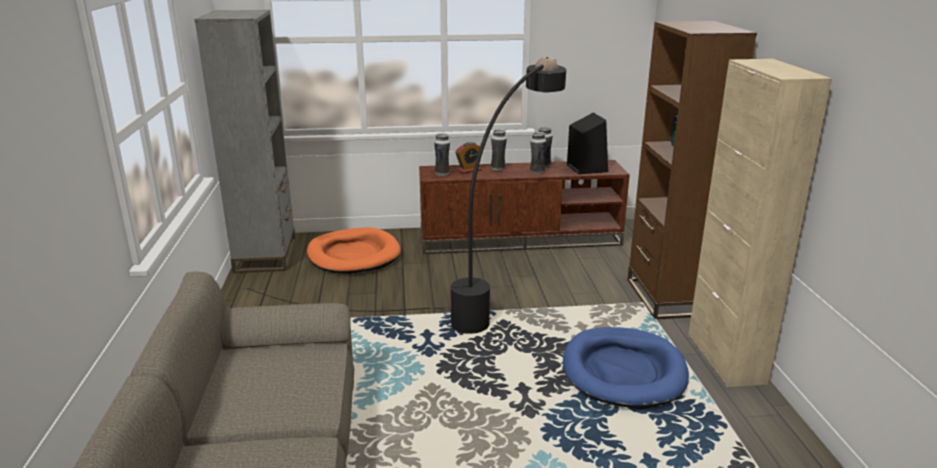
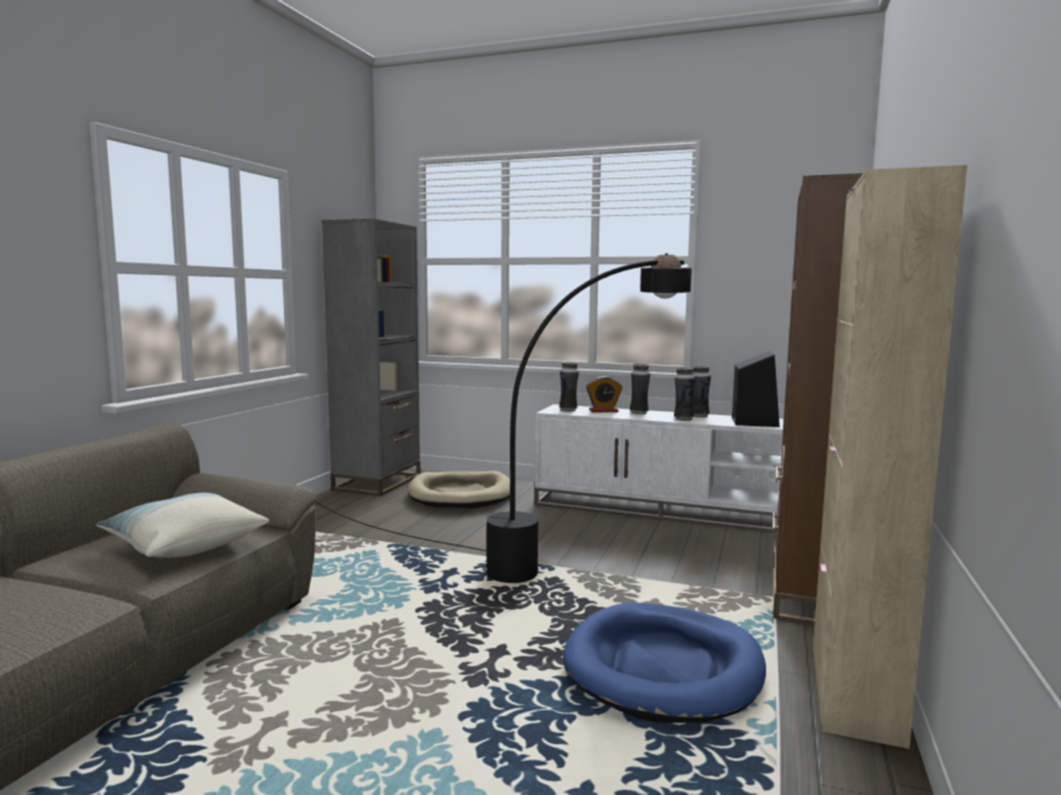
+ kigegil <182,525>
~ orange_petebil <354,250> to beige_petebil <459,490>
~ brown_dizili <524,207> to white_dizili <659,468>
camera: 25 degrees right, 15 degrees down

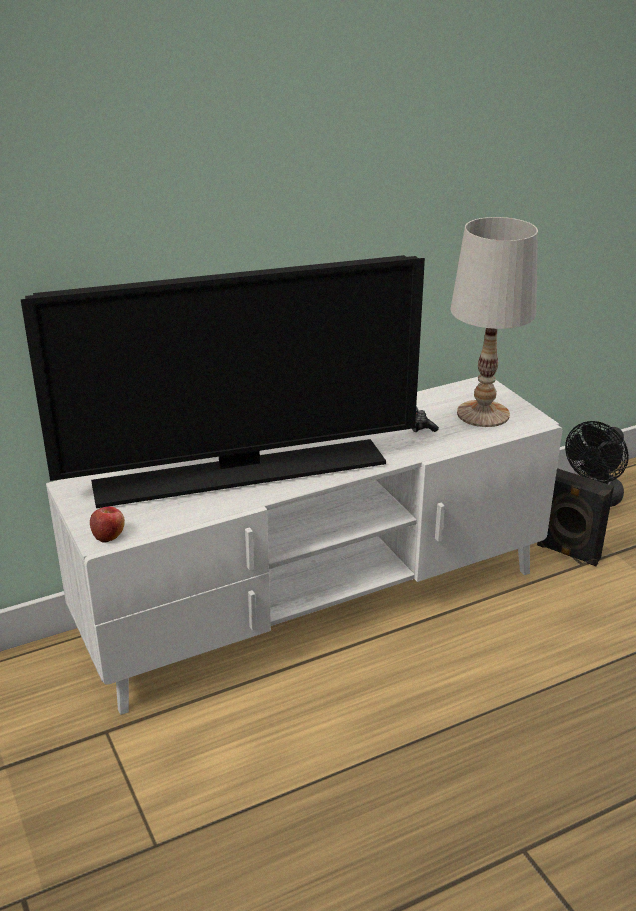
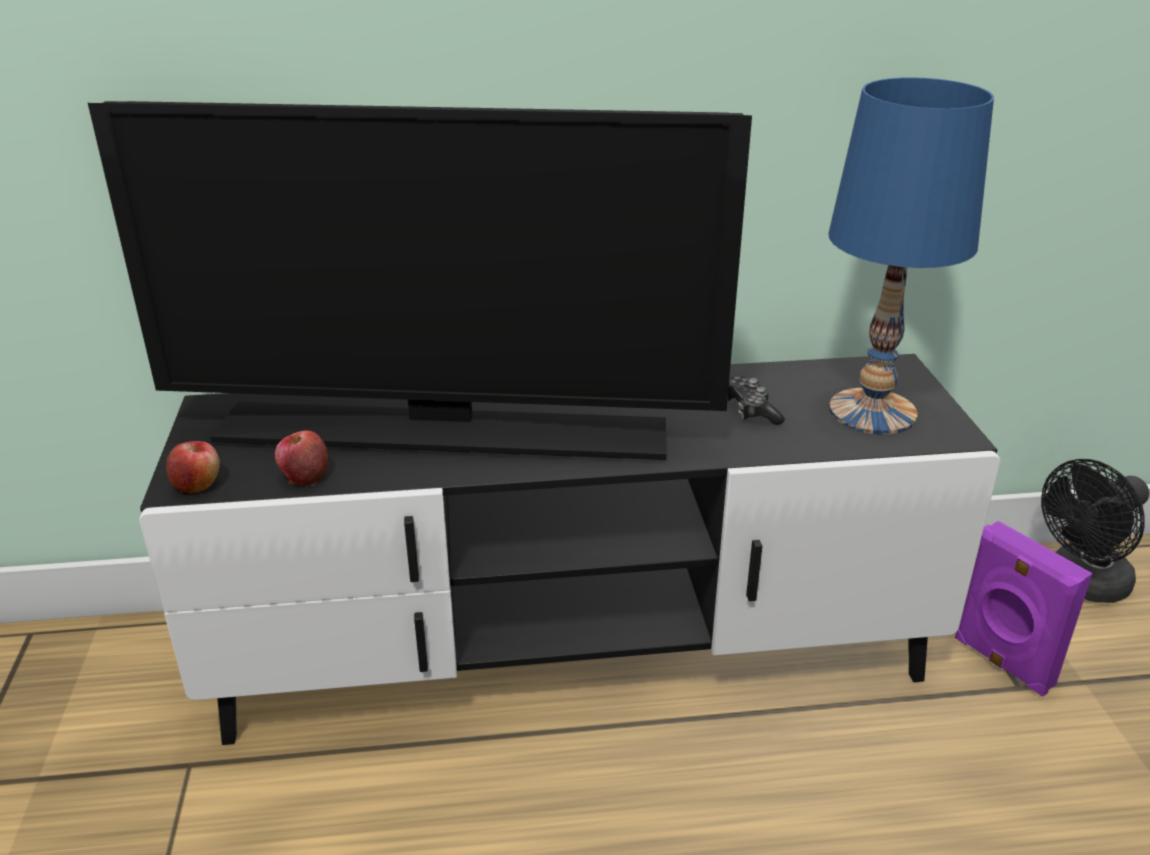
+ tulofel <301,458>
~ white_dizili <304,546> to black_dizili <569,549>
~ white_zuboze <494,322> to blue_zuboze <911,255>
~ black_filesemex <575,517> to purple_filesemex <1024,609>
camera: 20 degrees right, 0 degrees up

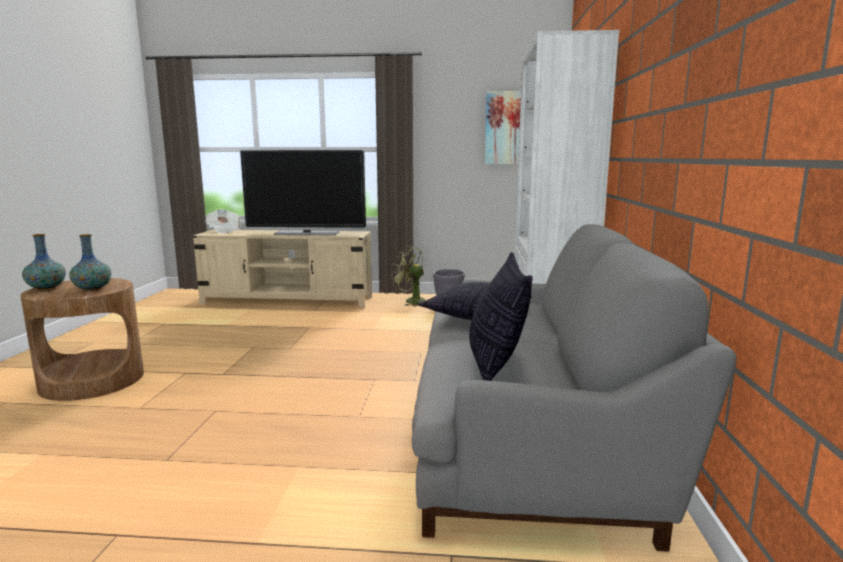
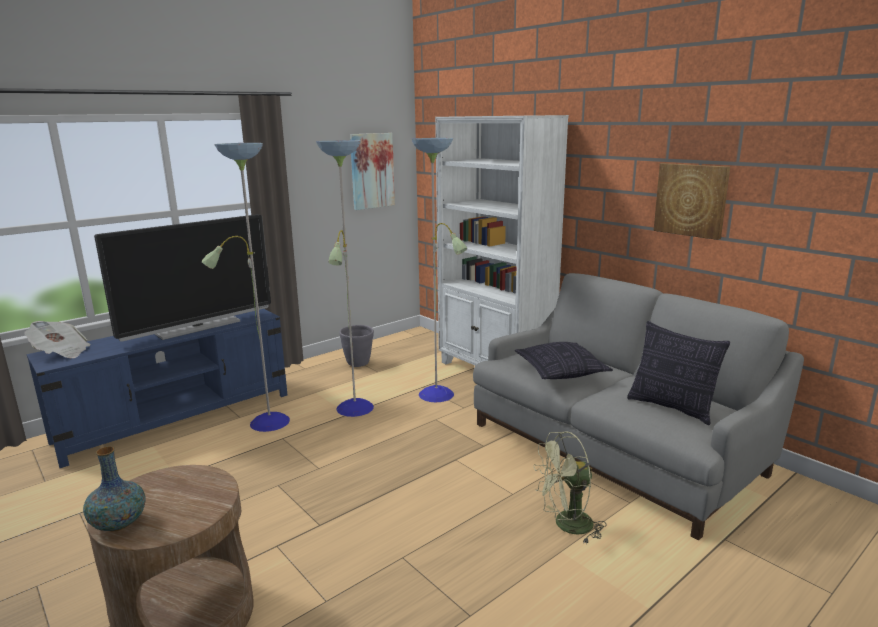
- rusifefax <90,262>
+ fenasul <334,285>
+ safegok <691,201>
~ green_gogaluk <408,276> to <570,488>
~ beige_dizili <282,269> to blue_dizili <157,388>
camera: 45 degrees left, 5 degrees up

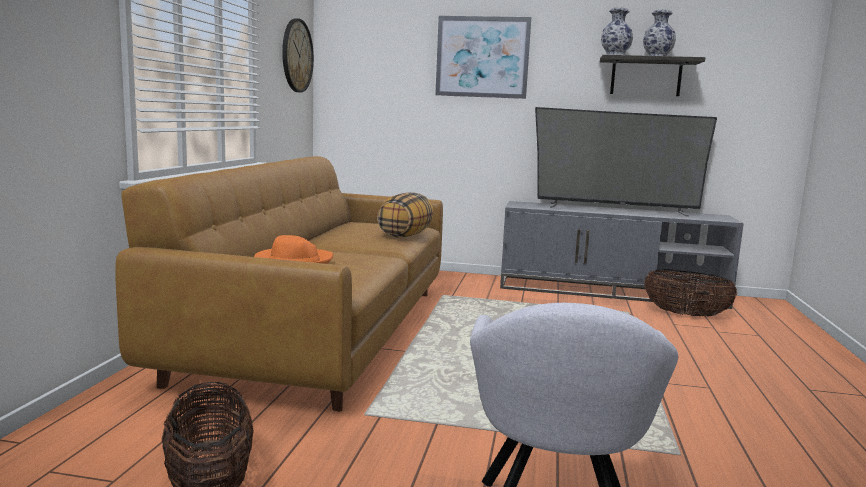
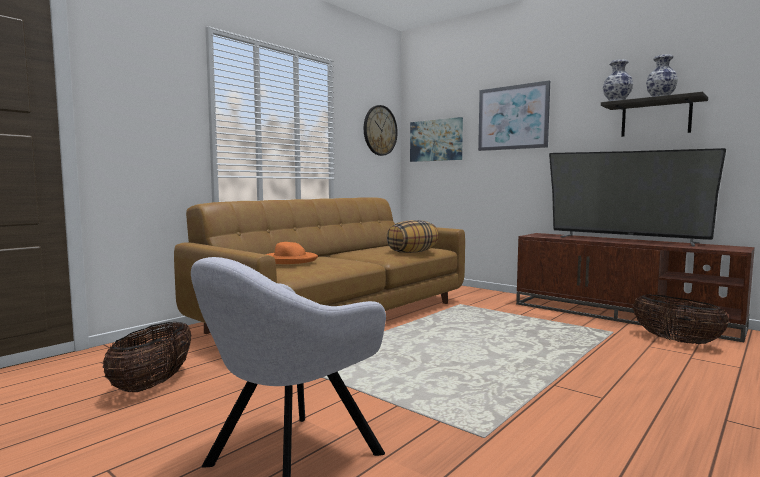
+ safegok <436,139>
~ grey_dizili <622,255> to brown_dizili <635,287>
camera: 30 degrees right, 5 degrees down

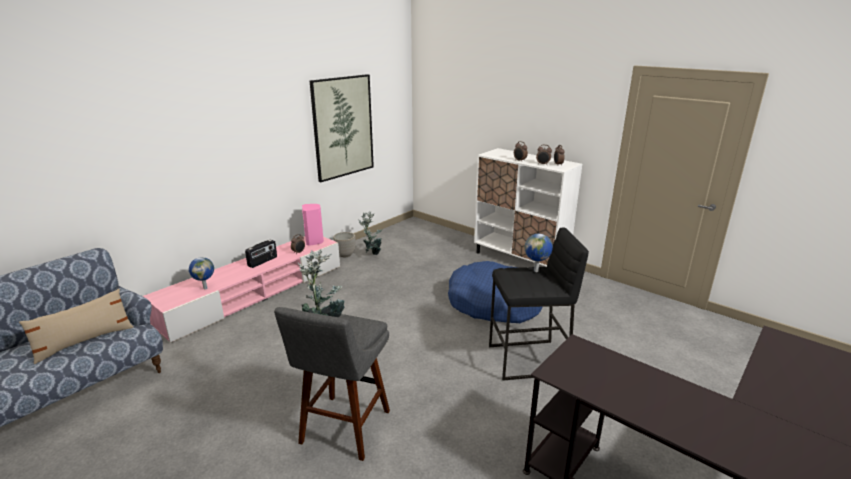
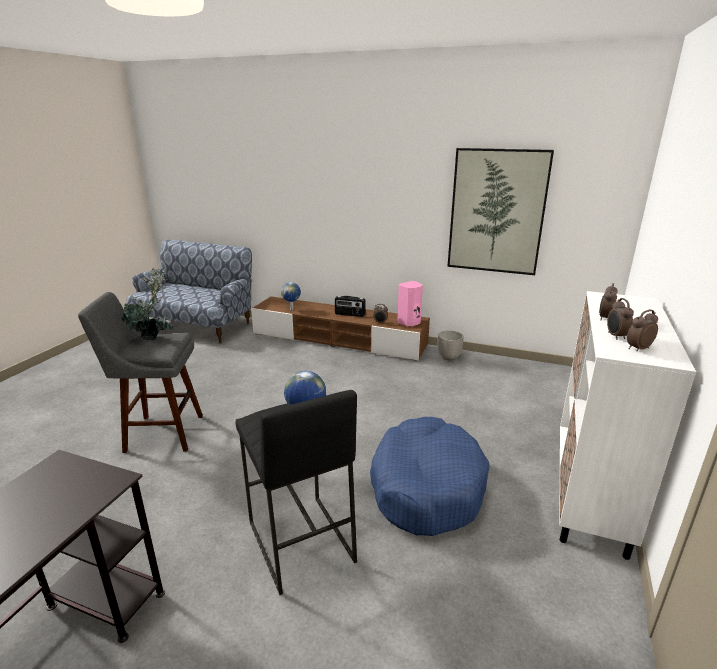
- beige_kigegil <76,326>
- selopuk <370,233>
~ pink_dizili <241,289> to brown_dizili <340,328>
camera: 70 degrees right, 0 degrees up

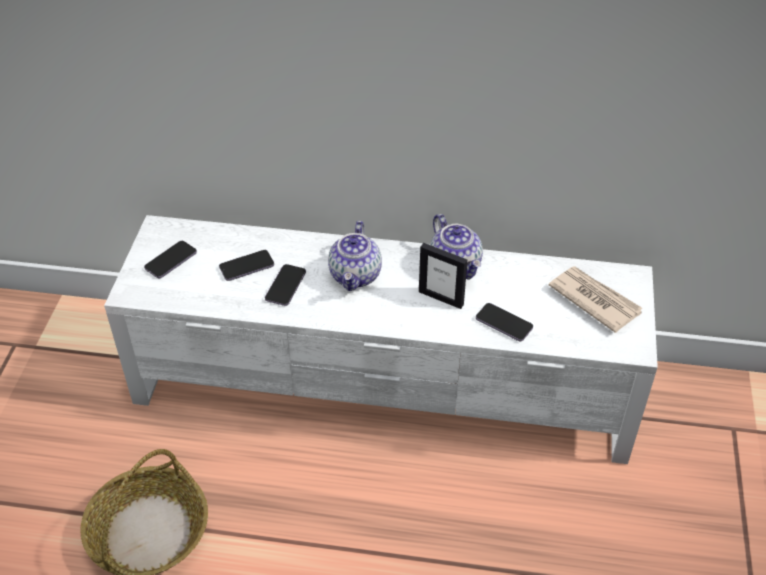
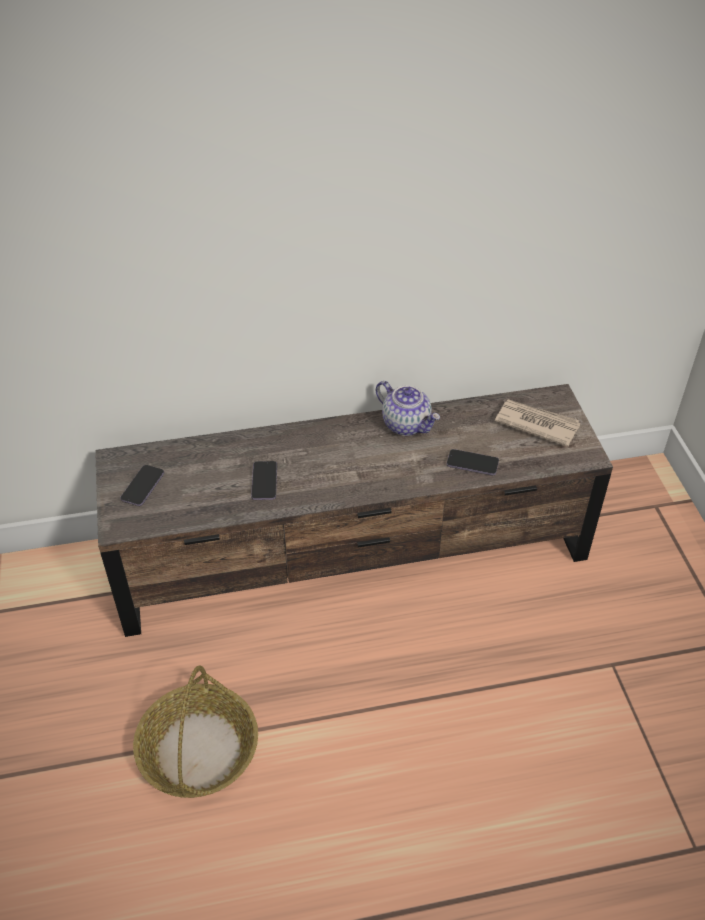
- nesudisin <246,265>
- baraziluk <355,256>
- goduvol <443,276>
~ white_dizili <381,339> to brown_dizili <354,510>
camera: 20 degrees left, 0 degrees up

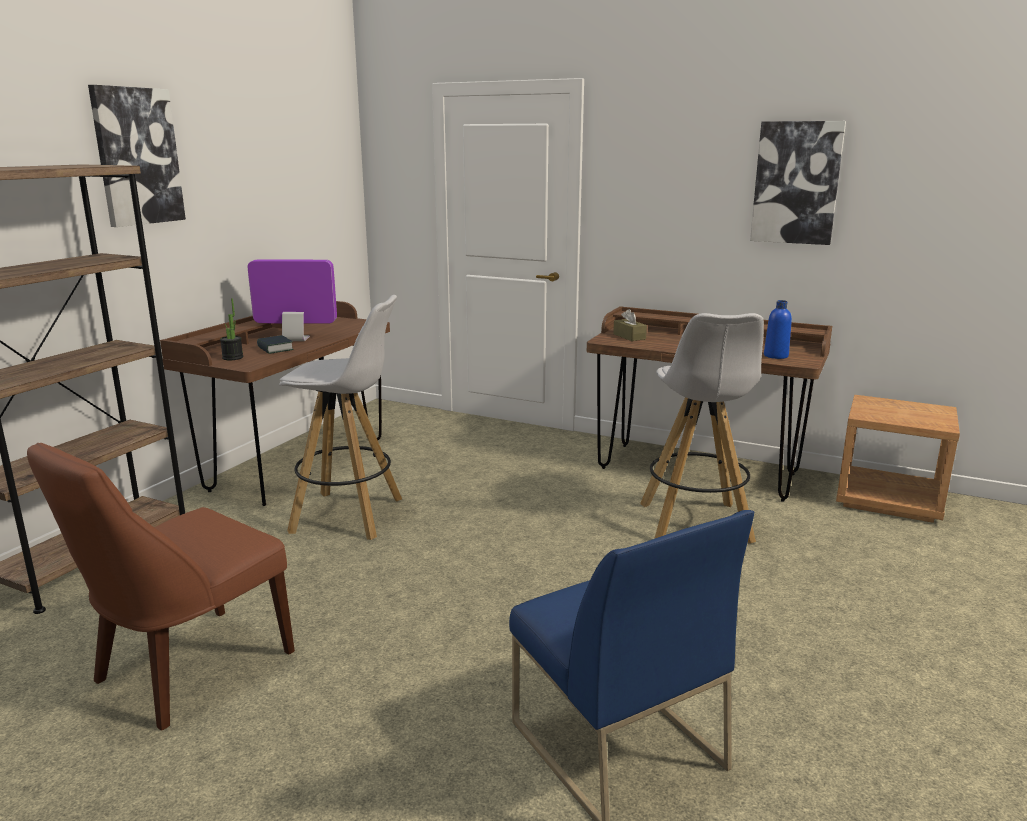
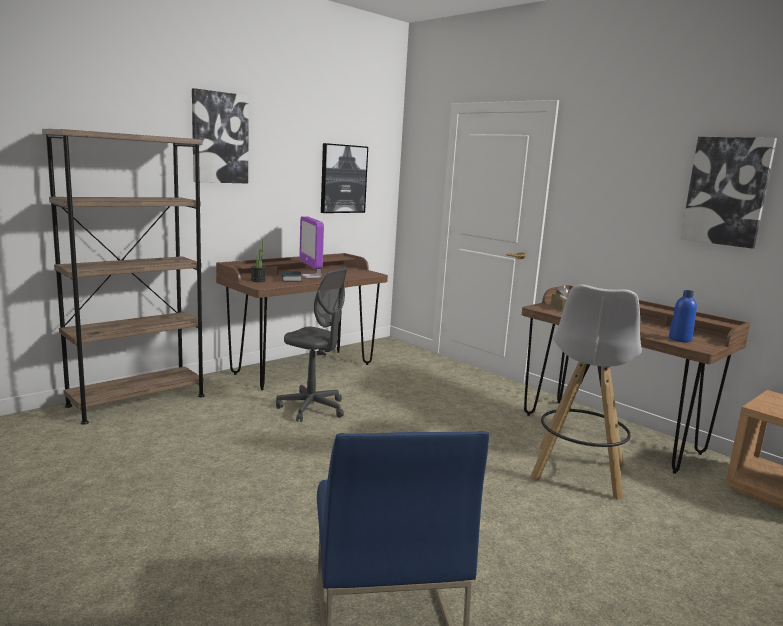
- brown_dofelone <161,587>
+ safegok <344,178>
~ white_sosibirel <340,417> to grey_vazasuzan <312,345>
~ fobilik <292,300> = <311,247> 135 degrees counterclockwise
camera: 20 degrees right, 5 degrees down

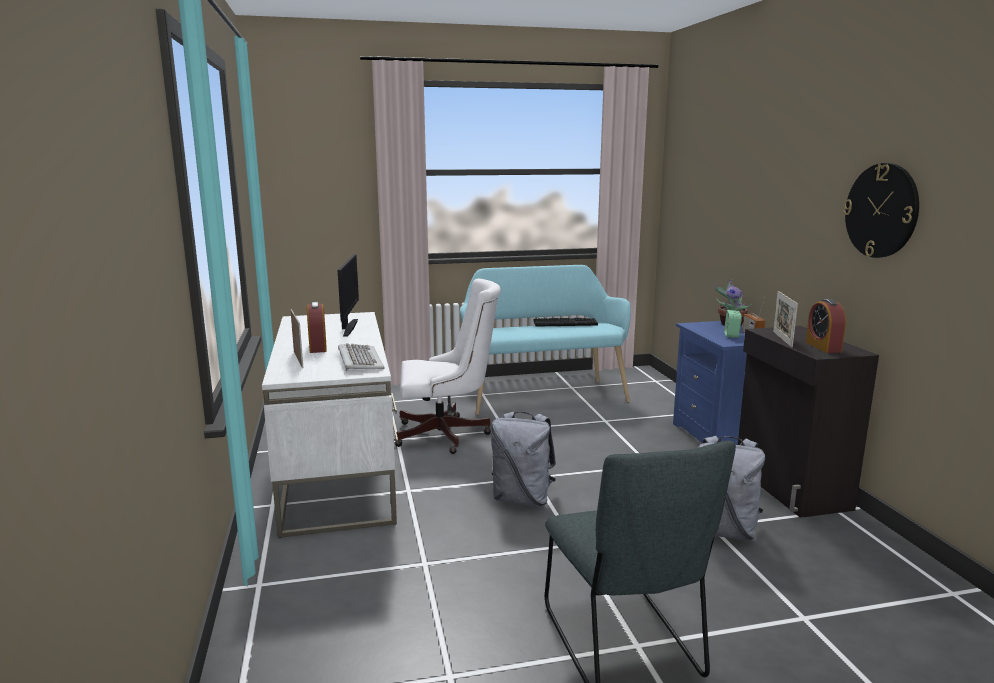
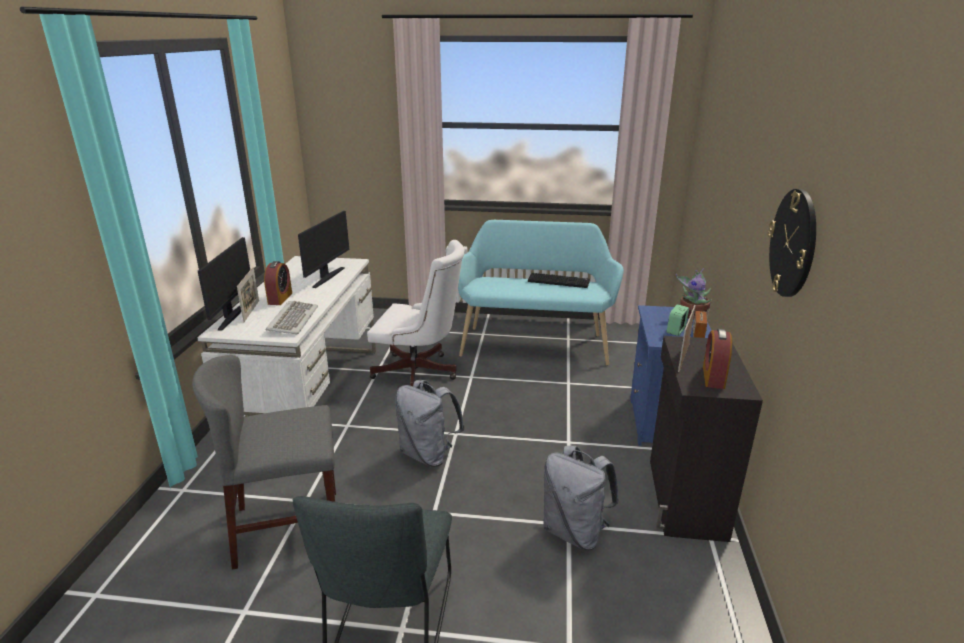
+ grey_dofelone <264,462>
+ fobilik <224,283>
camera: 20 degrees right, 10 degrees up

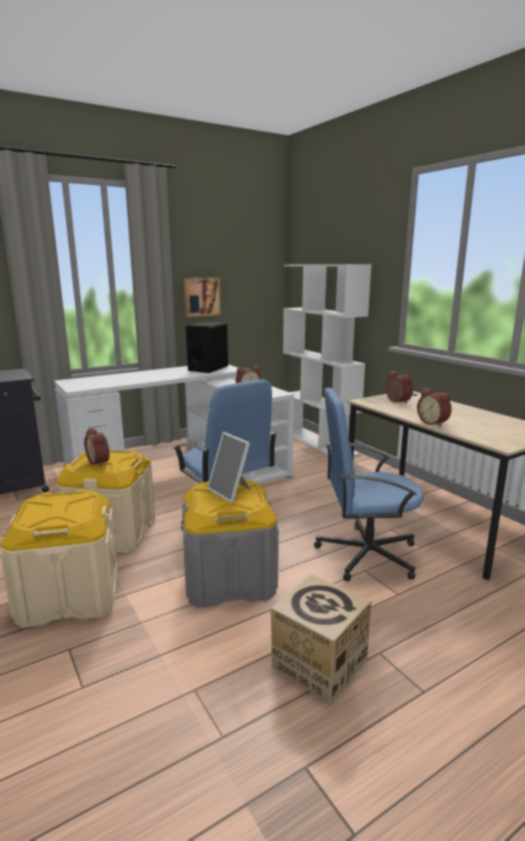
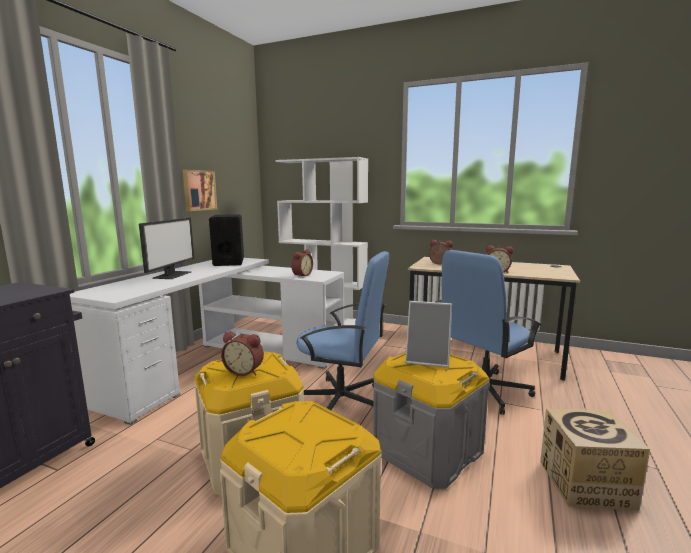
+ fobilik <166,248>
camera: 35 degrees left, 5 degrees down

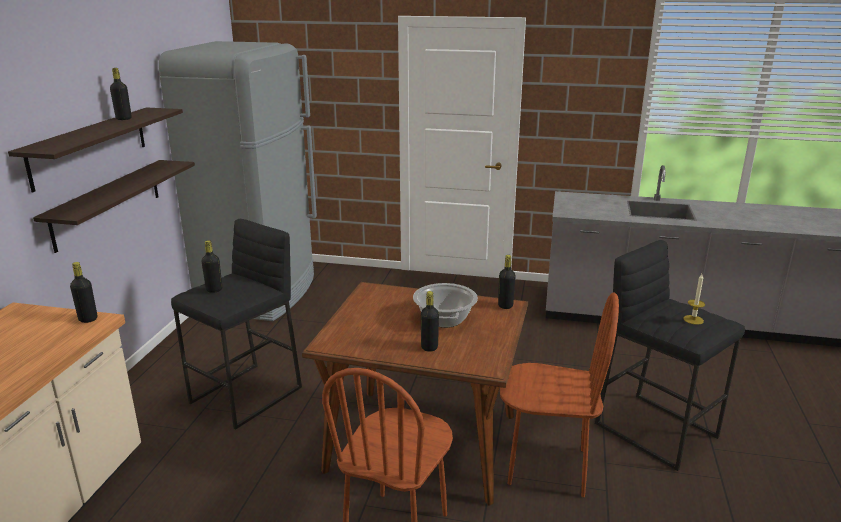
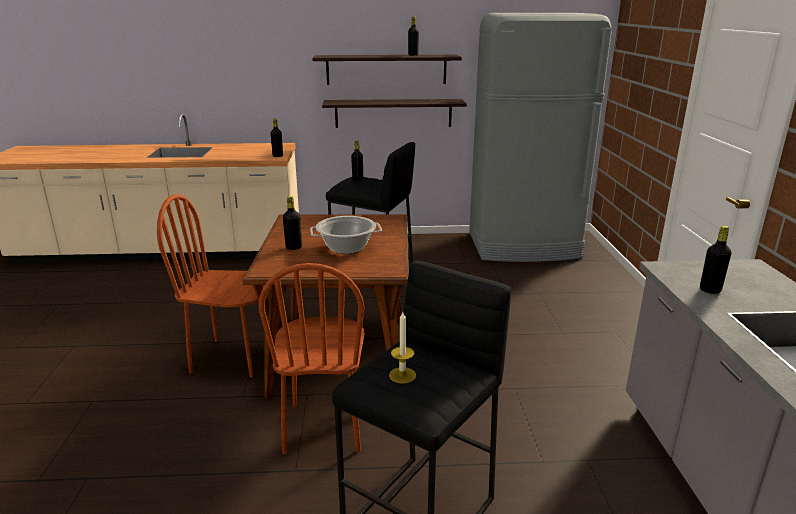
~ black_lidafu <507,282> to <716,260>
camera: 75 degrees right, 0 degrees up

